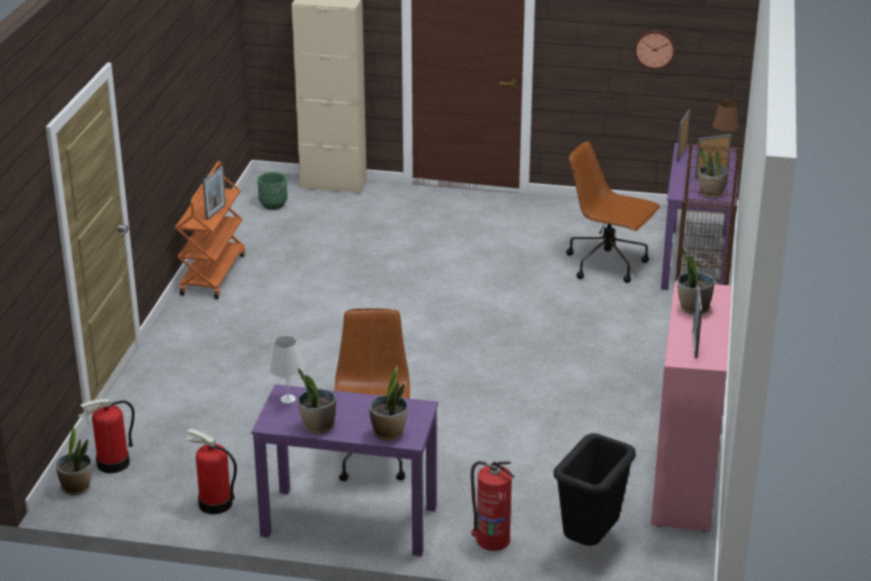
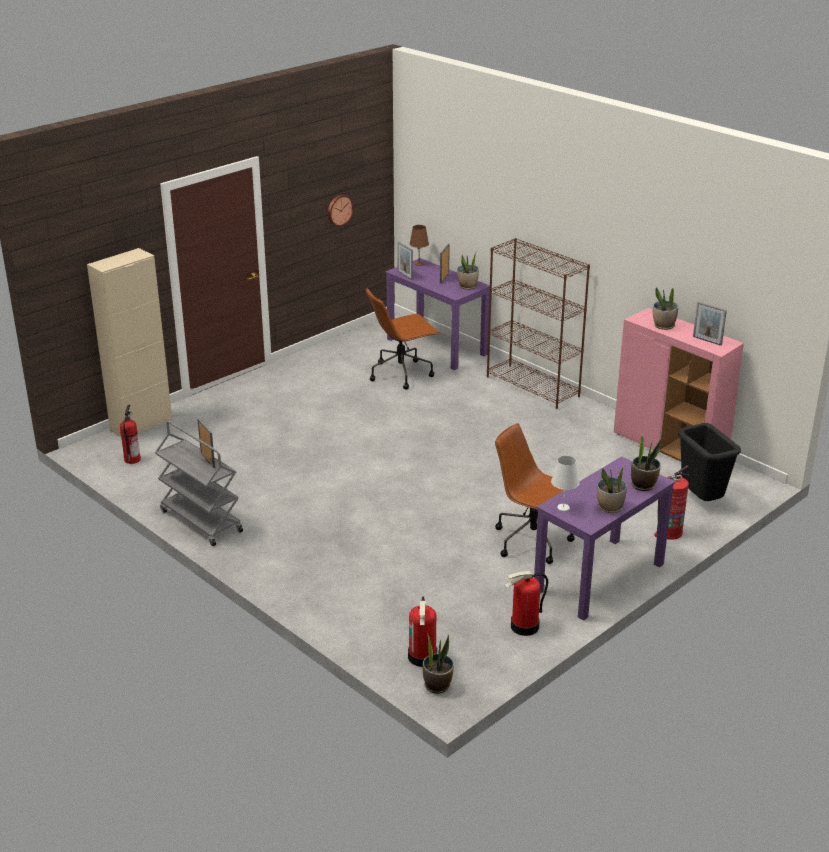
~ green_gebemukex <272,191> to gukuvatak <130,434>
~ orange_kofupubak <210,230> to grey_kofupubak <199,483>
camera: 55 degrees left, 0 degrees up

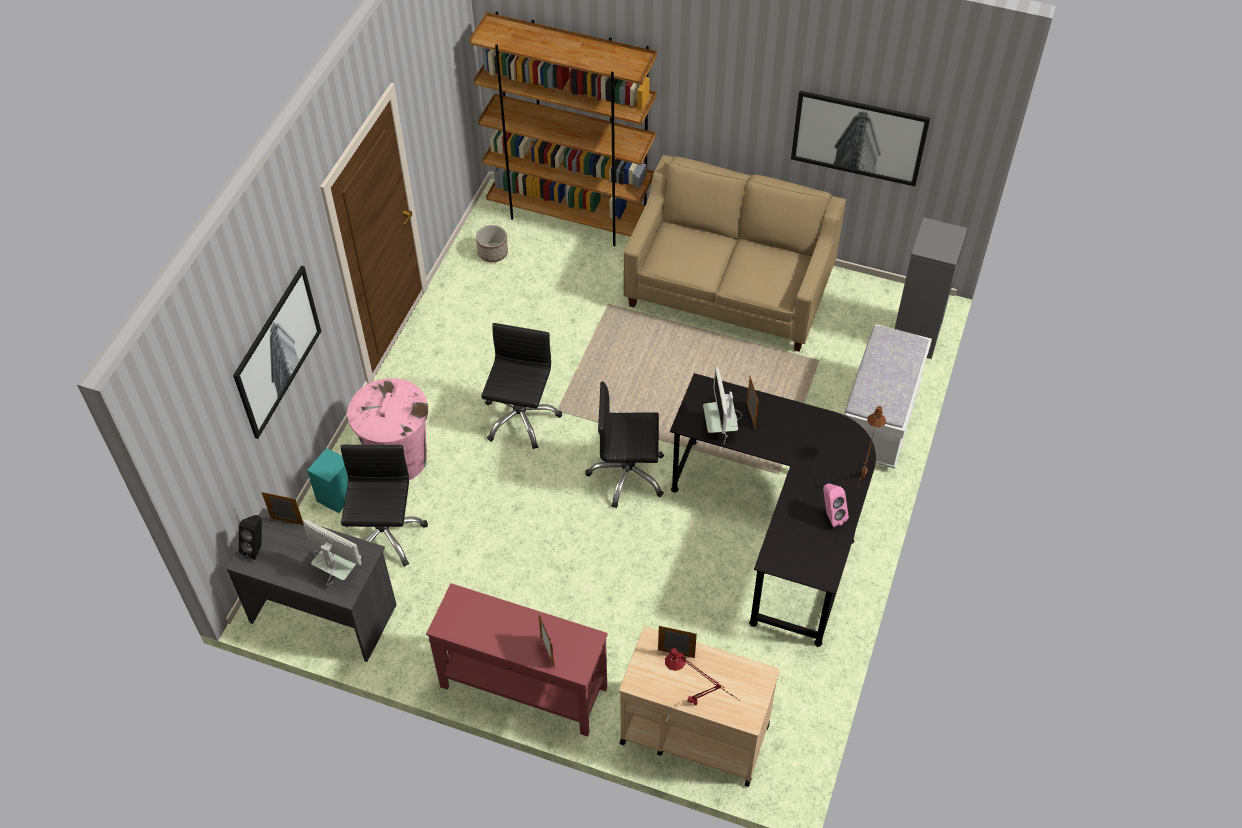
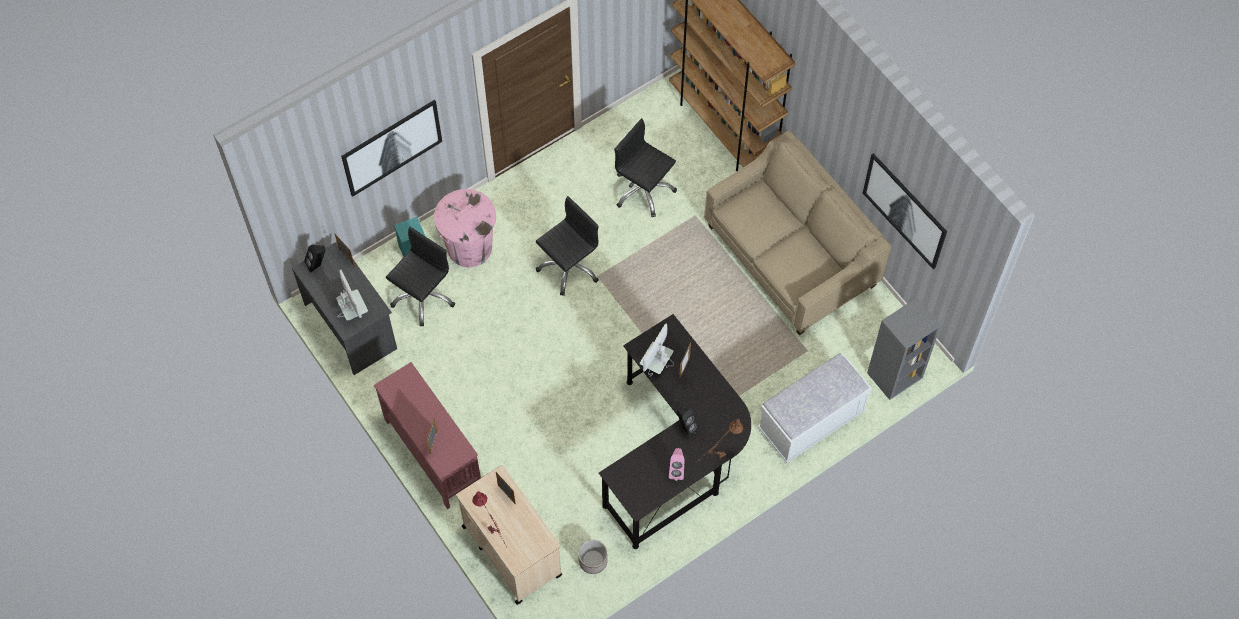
+ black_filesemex <688,422>
~ gebemukex <492,243> to <593,557>
~ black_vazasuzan <624,444> to <645,167>
camera: 35 degrees right, 10 degrees up

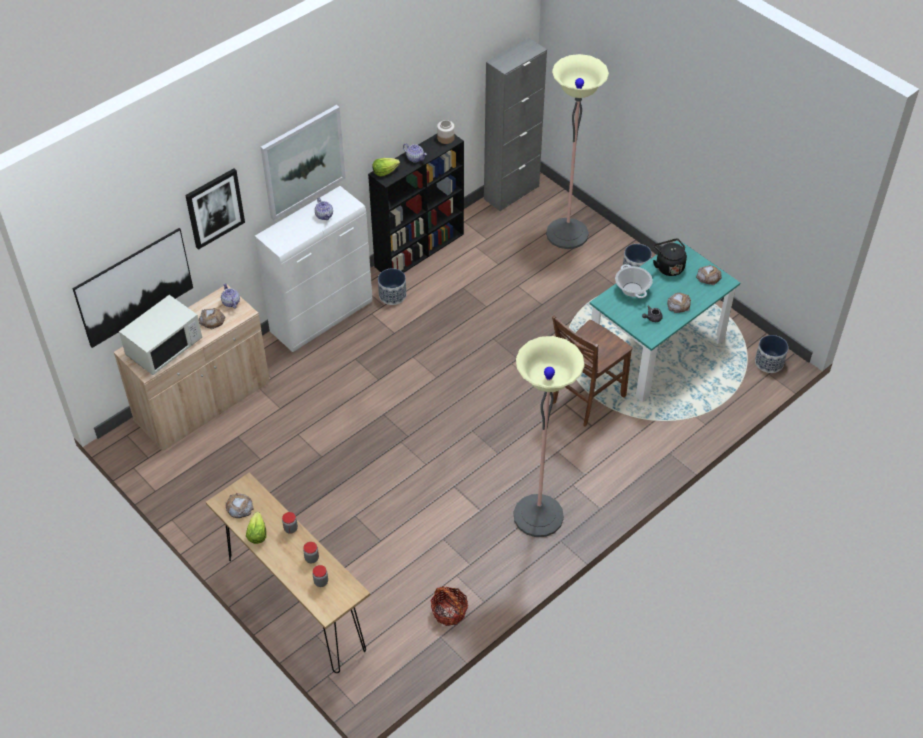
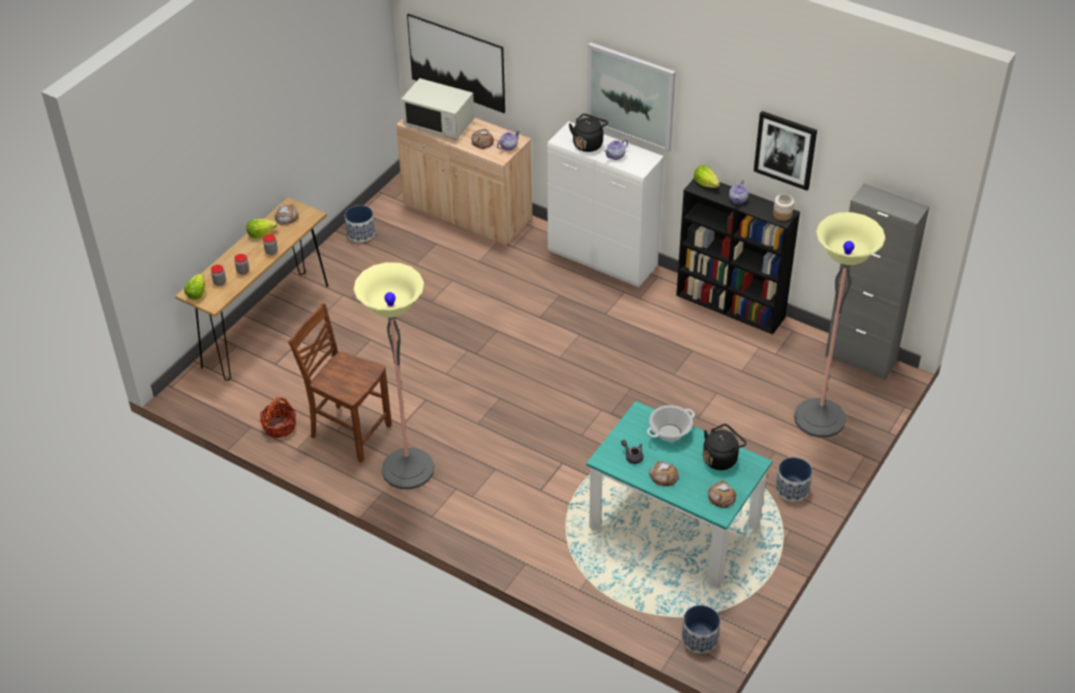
+ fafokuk <194,286>
+ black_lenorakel <588,132>
~ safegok <215,209> to <785,151>
~ gebemukex <392,286> to <360,223>
~ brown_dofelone <592,371> to <340,383>
camera: 75 degrees right, 5 degrees down

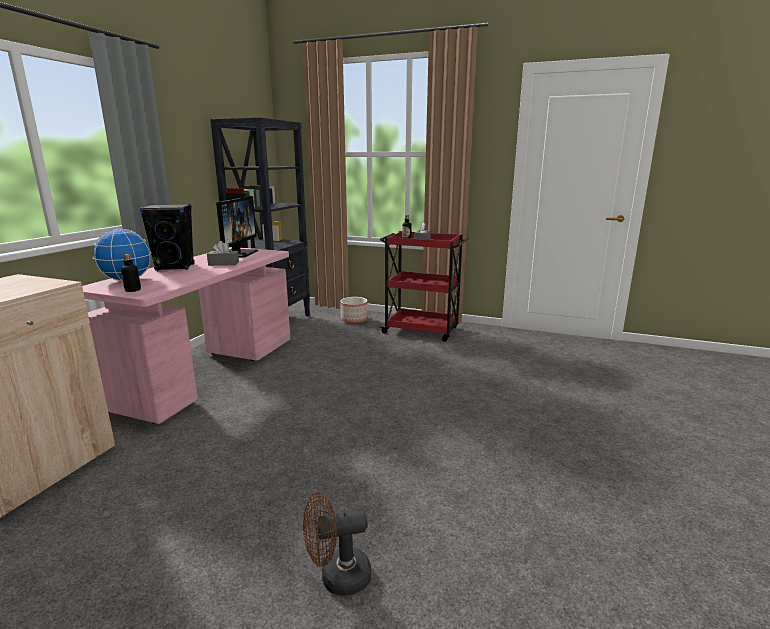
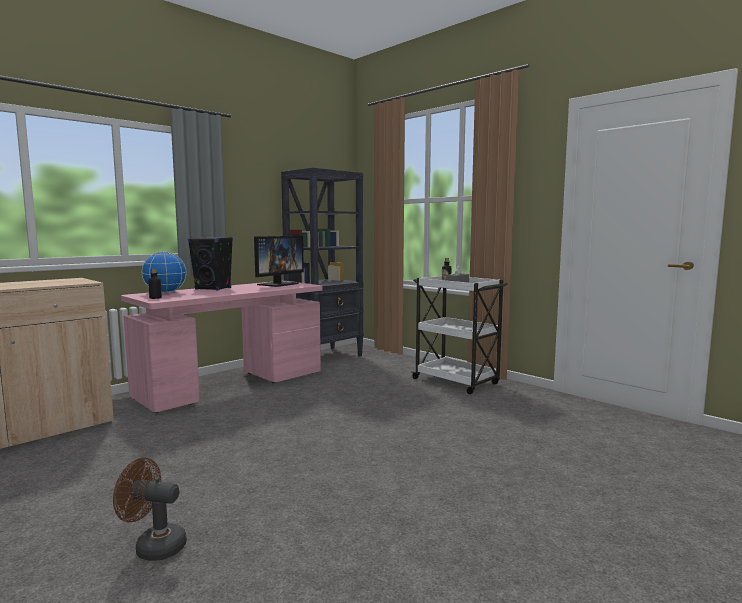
- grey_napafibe <223,253>
- gebemukex <354,310>
~ red_kofupubak <424,286> to white_kofupubak <459,335>
camera: 25 degrees right, 10 degrees down

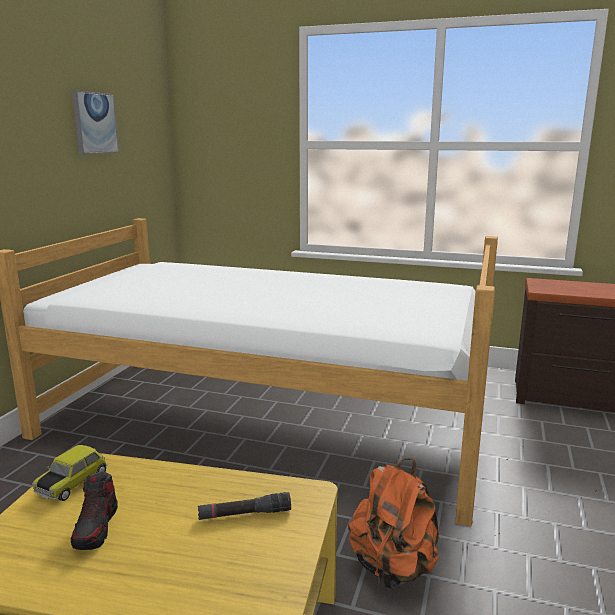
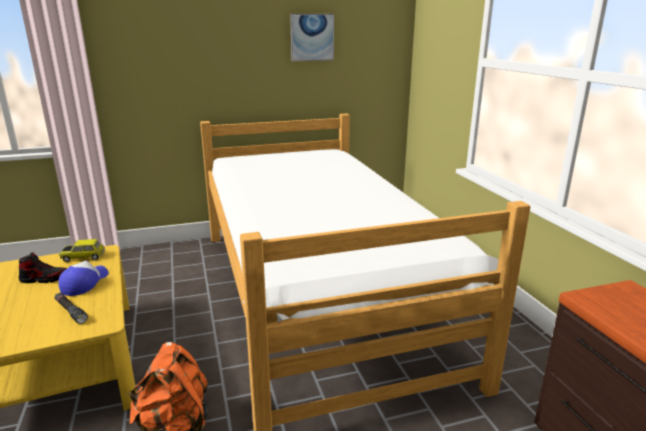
+ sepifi <83,278>
~ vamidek <94,511> = <43,267> 150 degrees counterclockwise
camera: 55 degrees right, 5 degrees up

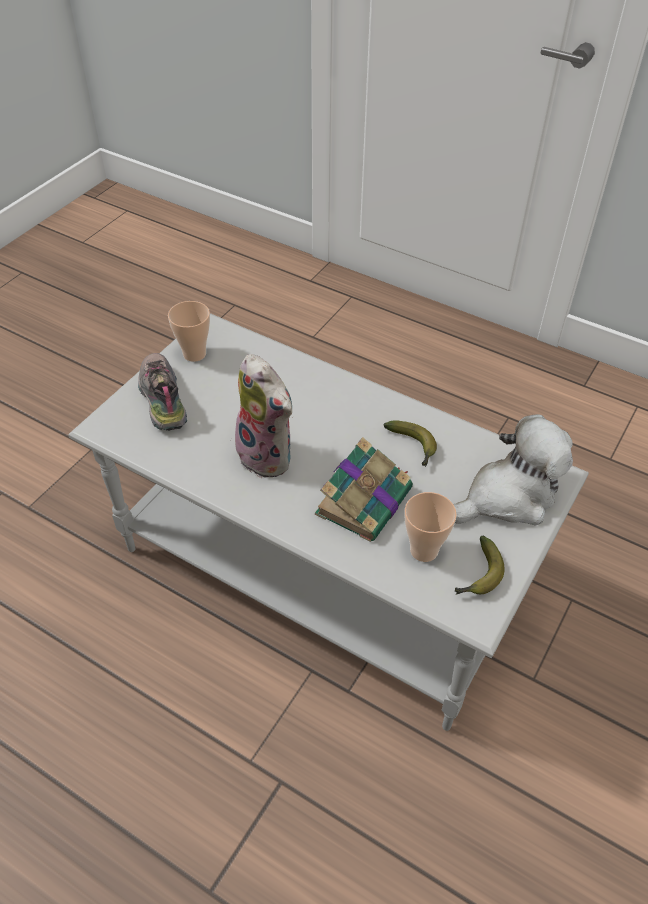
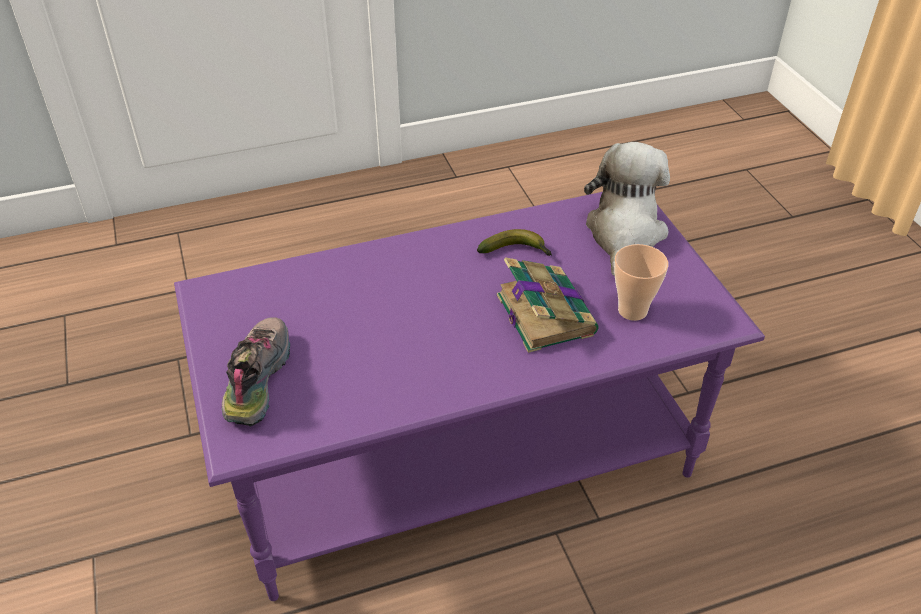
- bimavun <189,331>
- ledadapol <264,416>
- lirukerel <479,565>
~ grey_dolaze <328,522> to purple_dolaze <469,396>
~ vamidek <162,392> = <255,371> 75 degrees clockwise
camera: 50 degrees left, 5 degrees down

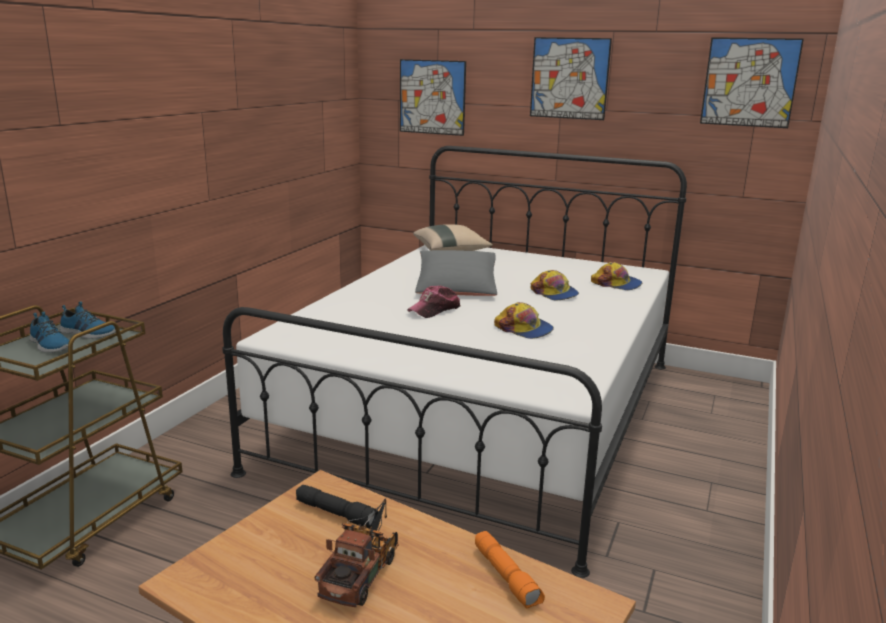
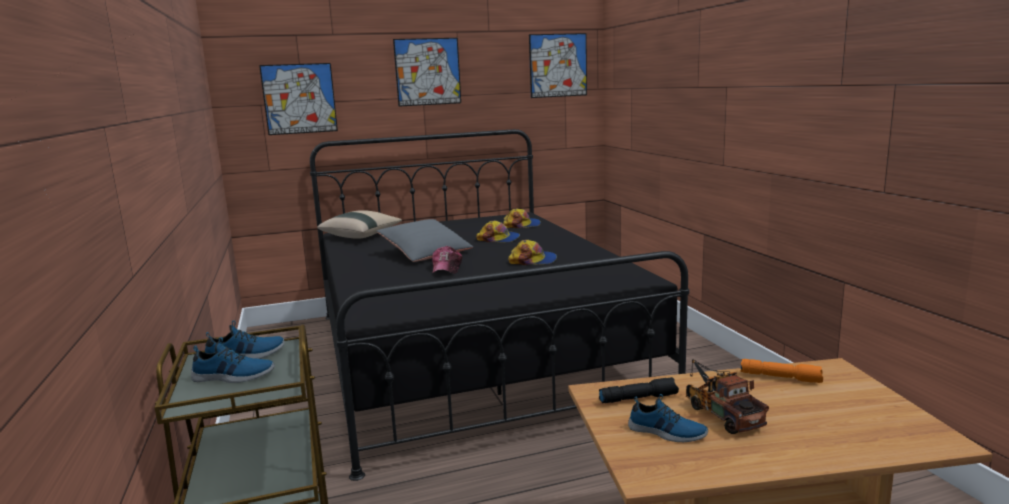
+ vamidek <668,418>
~ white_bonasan <454,362> to black_bonasan <499,305>
camera: 40 degrees left, 5 degrees down

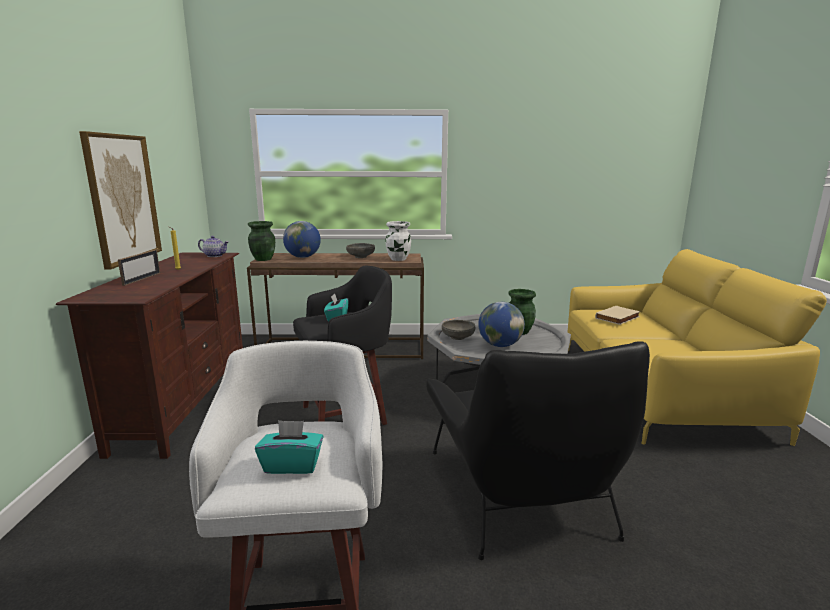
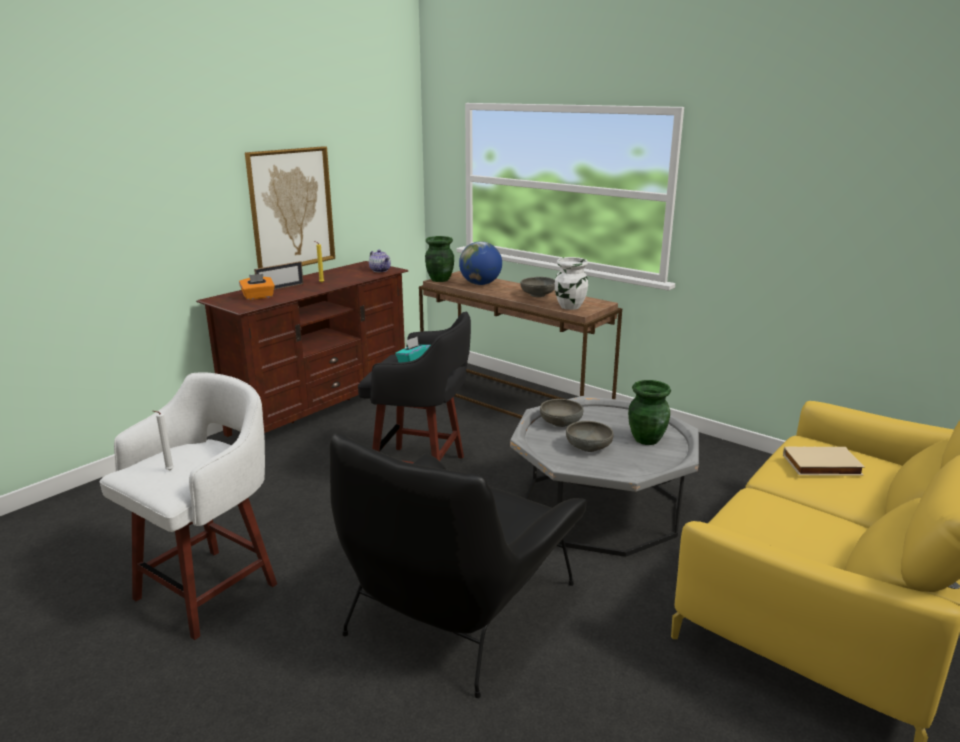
+ orange_napafibe <257,287>
~ turquoise_napafibe <289,447> to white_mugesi <164,440>
~ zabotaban <501,324> to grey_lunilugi <590,436>
camera: 40 degrees right, 5 degrees up

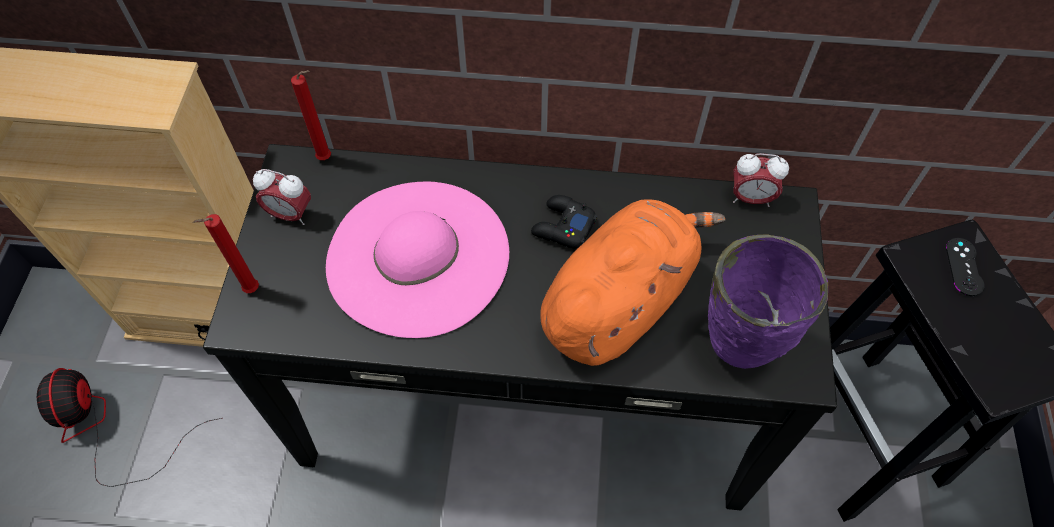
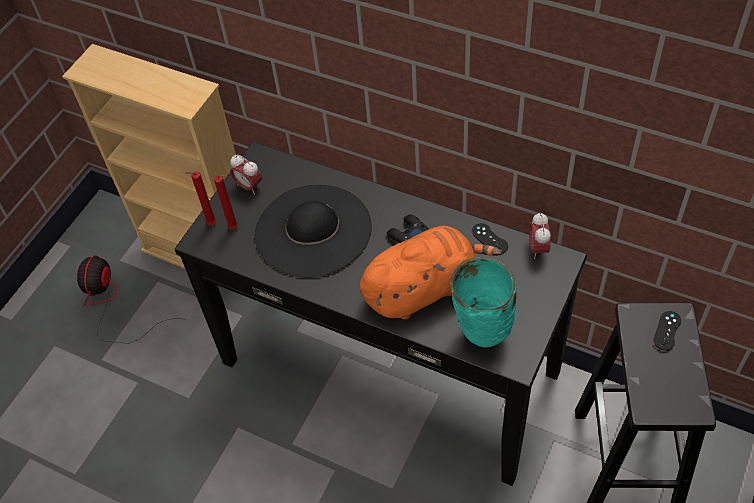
+ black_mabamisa <490,238>
~ red_mugesi <311,115> to <226,201>
~ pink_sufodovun <417,259> to black_sufodovun <313,231>
~ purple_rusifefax <768,302> to turquoise_rusifefax <483,302>
~ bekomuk <761,180> = <540,235> 60 degrees clockwise
camera: 25 degrees right, 5 degrees down

